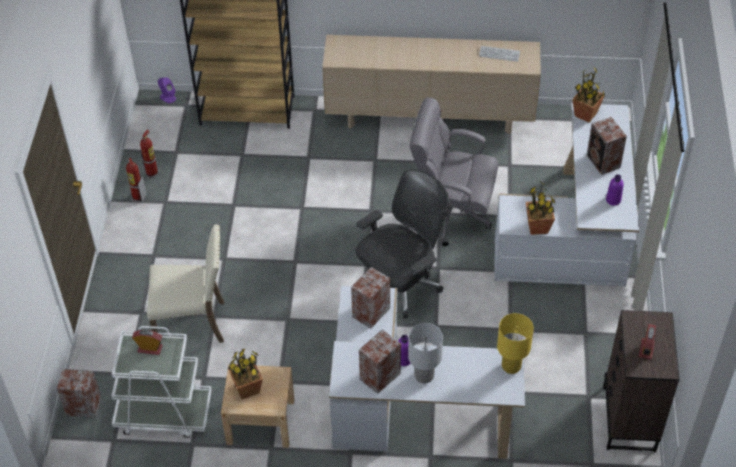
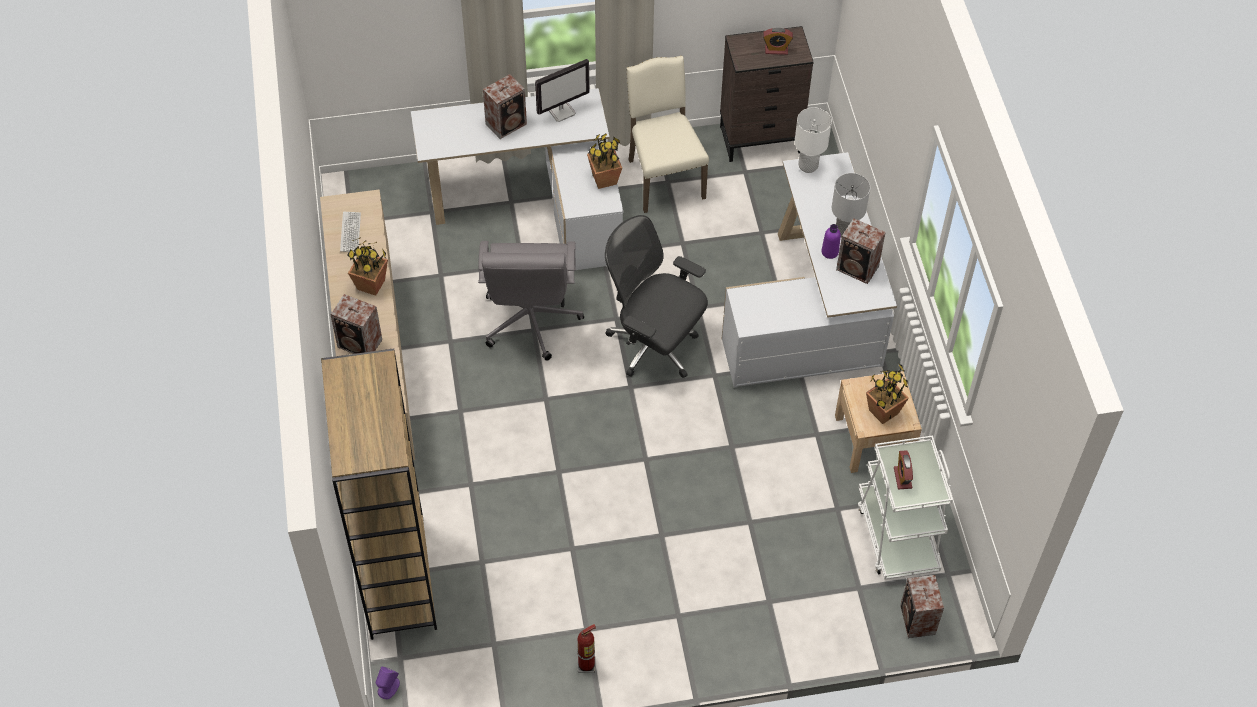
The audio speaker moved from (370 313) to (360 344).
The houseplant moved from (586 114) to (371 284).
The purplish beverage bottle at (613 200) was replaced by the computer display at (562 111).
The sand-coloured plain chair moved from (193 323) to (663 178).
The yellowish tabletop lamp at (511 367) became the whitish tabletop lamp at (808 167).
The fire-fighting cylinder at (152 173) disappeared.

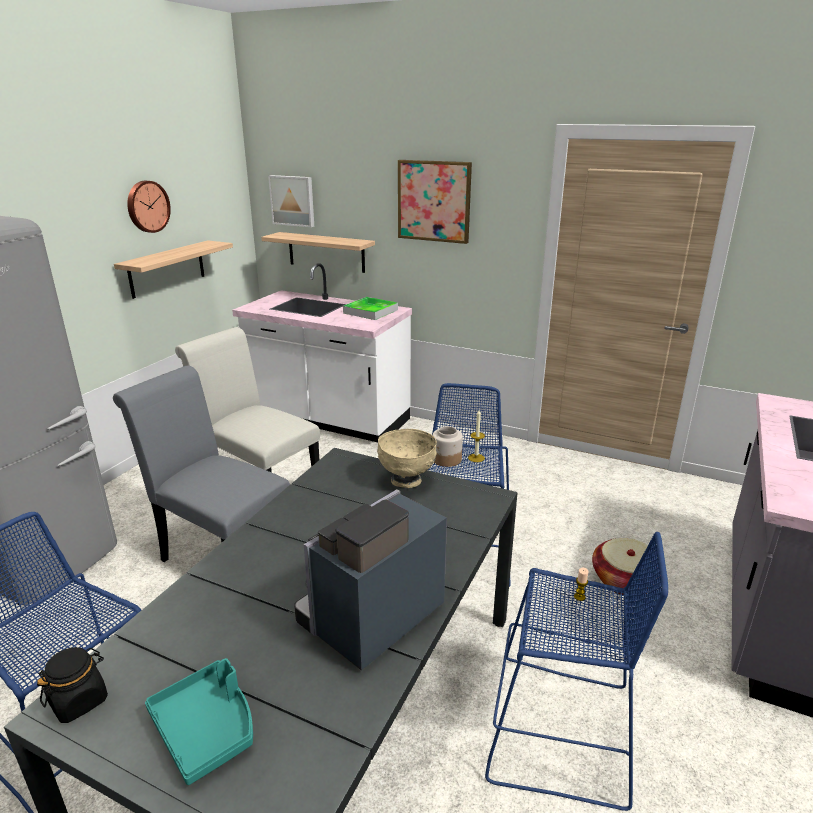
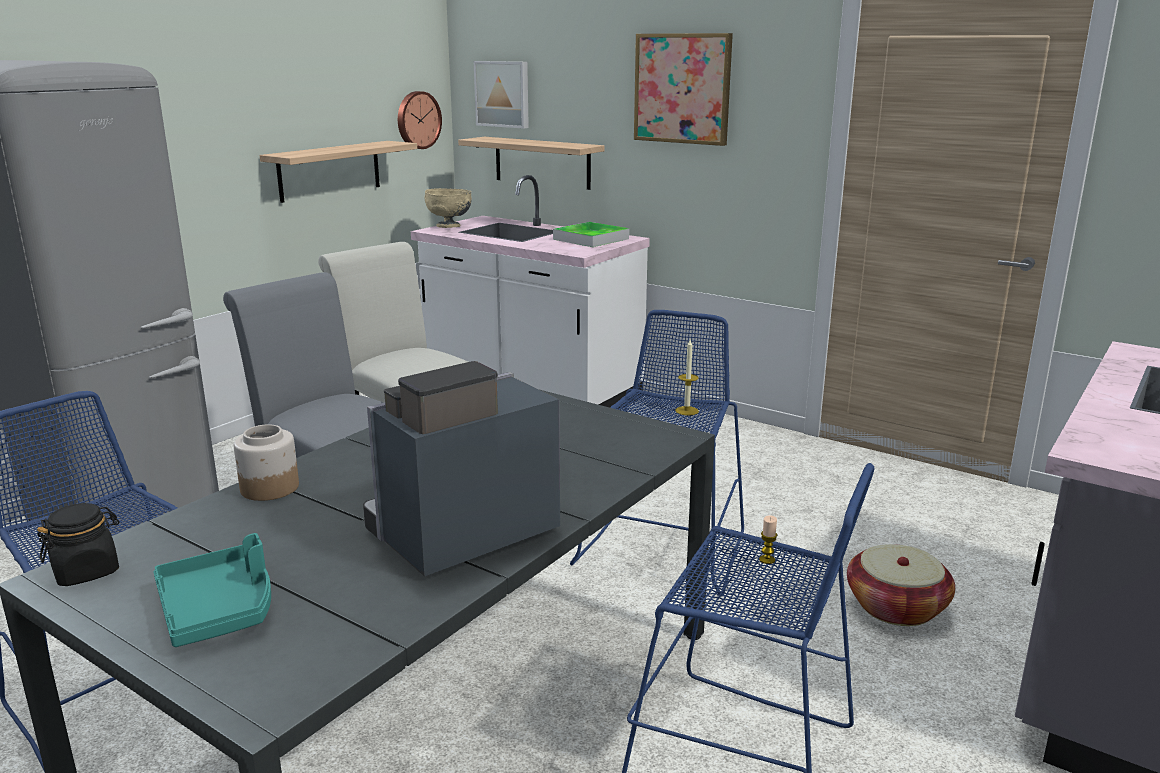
The preserve jar moved from (446 459) to (269 488).
The clock on the wall moved from (147 206) to (417 120).
The sand-coloured serving bowl moved from (407 481) to (449 226).

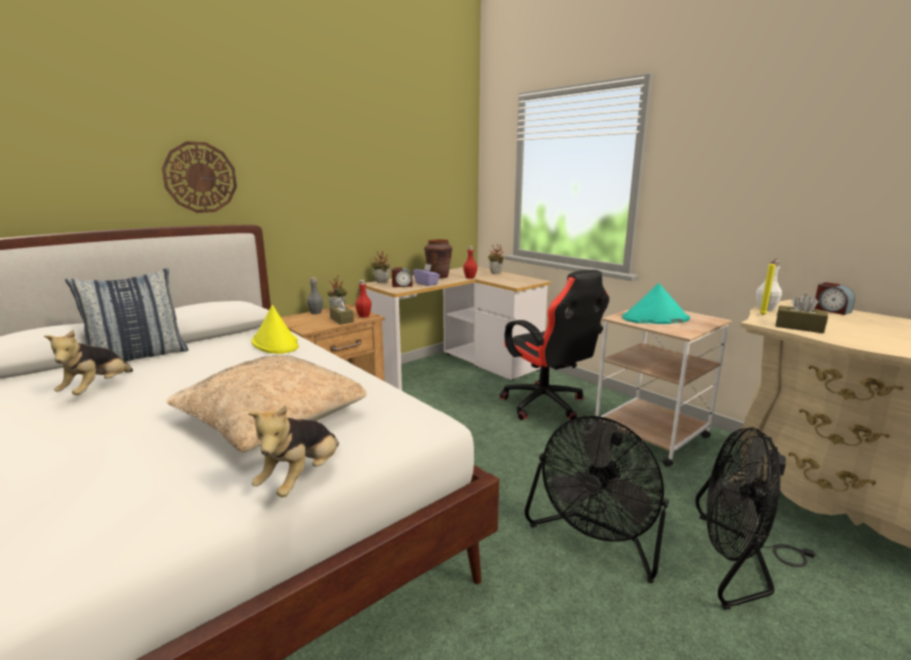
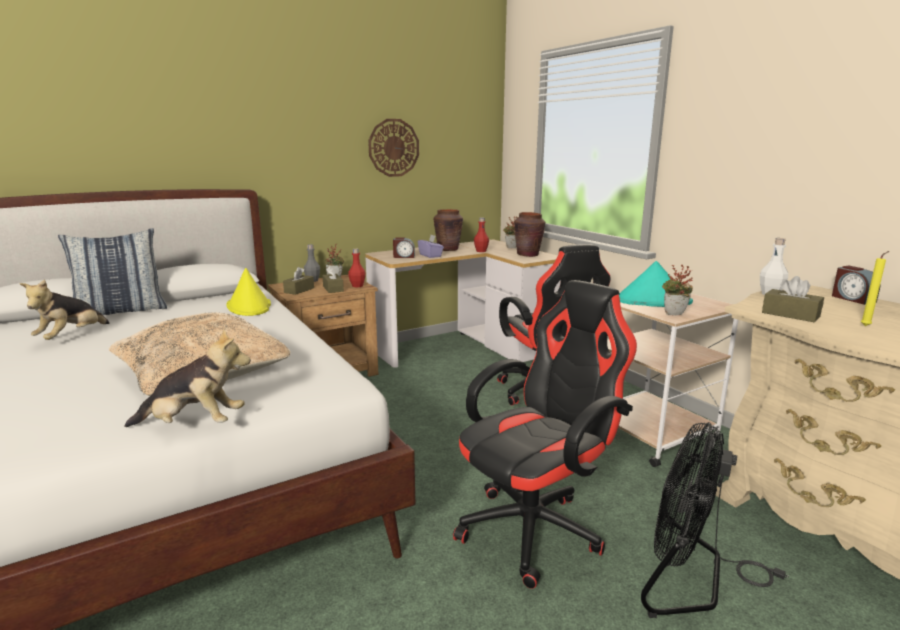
The plush toy at (302 479) turned 120 degrees counterclockwise.
The brownish tissue box at (299 290) appeared.
The clock on the wall moved from (200 177) to (393 148).
The black-coloured cooling fan at (593 535) was replaced by the black-coloured desk chair at (537 527).
The brownish vase at (528 254) appeared.
The houseplant moved from (381 282) to (674 315).
The yellowish wax candle moved from (763 315) to (866 326).

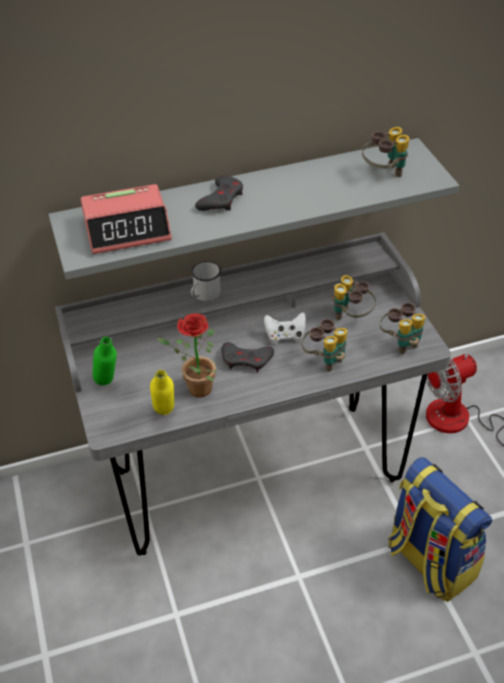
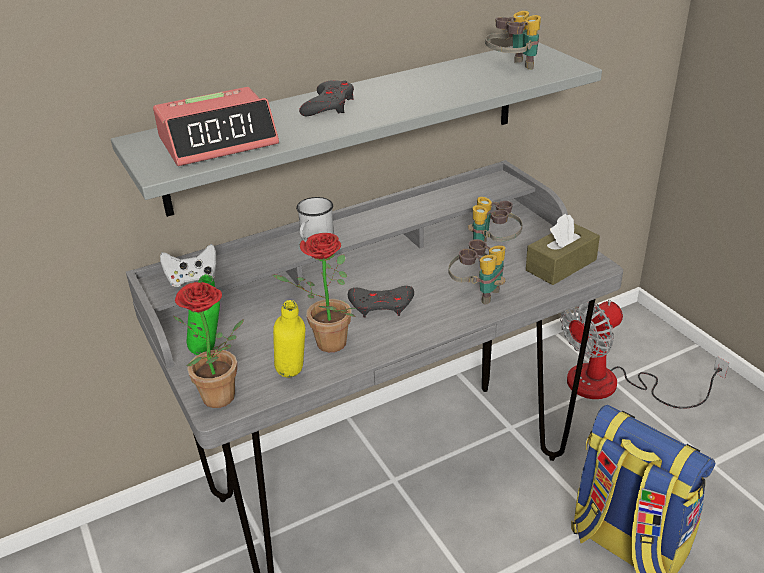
The whitish gamepad moved from (285 336) to (192 279).
The houseplant at (222 401) appeared.
The binoculars at (401 342) was replaced by the brownish tissue box at (561 265).

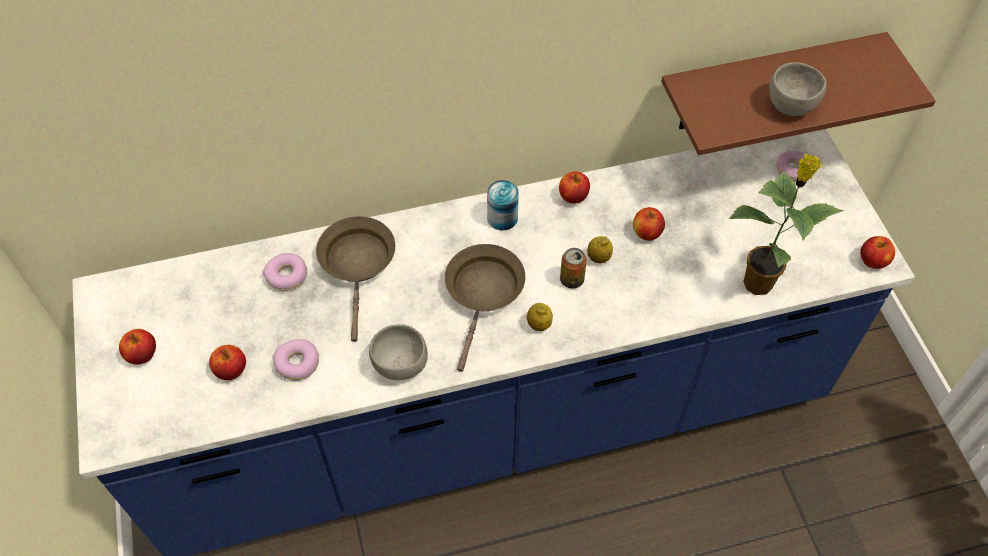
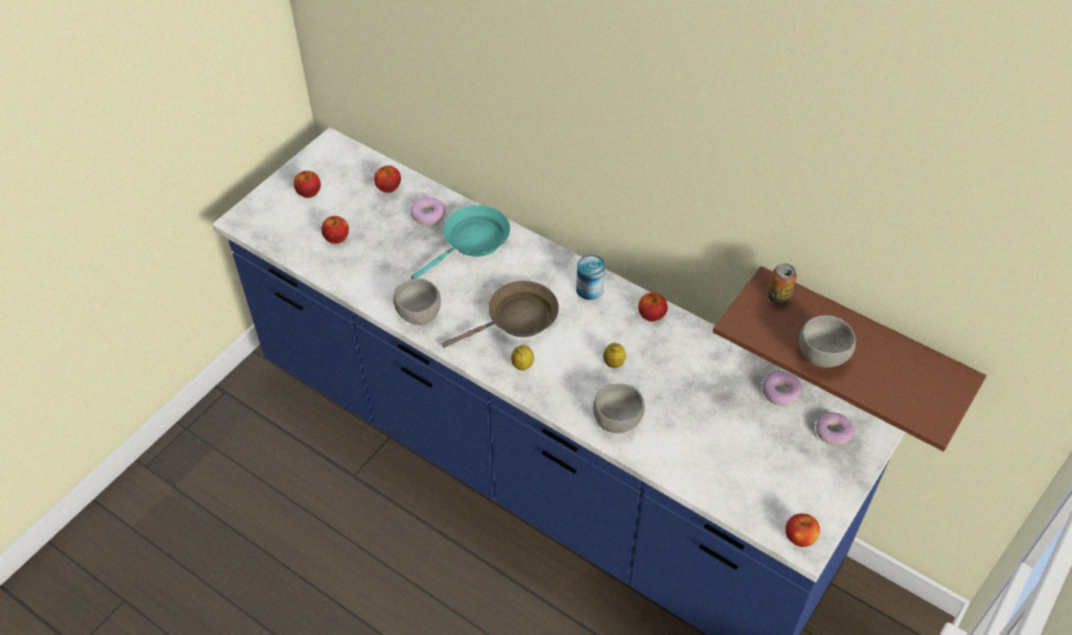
The apple moved from (646 233) to (388 188).
The brownish frying pan at (358 264) became the turquoise frying pan at (472 242).
The gray serving bowl at (616 420) appeared.
The donut moved from (297 364) to (780 393).
The metal can moved from (571 280) to (778 297).
The houseplant at (759 281) disappeared.

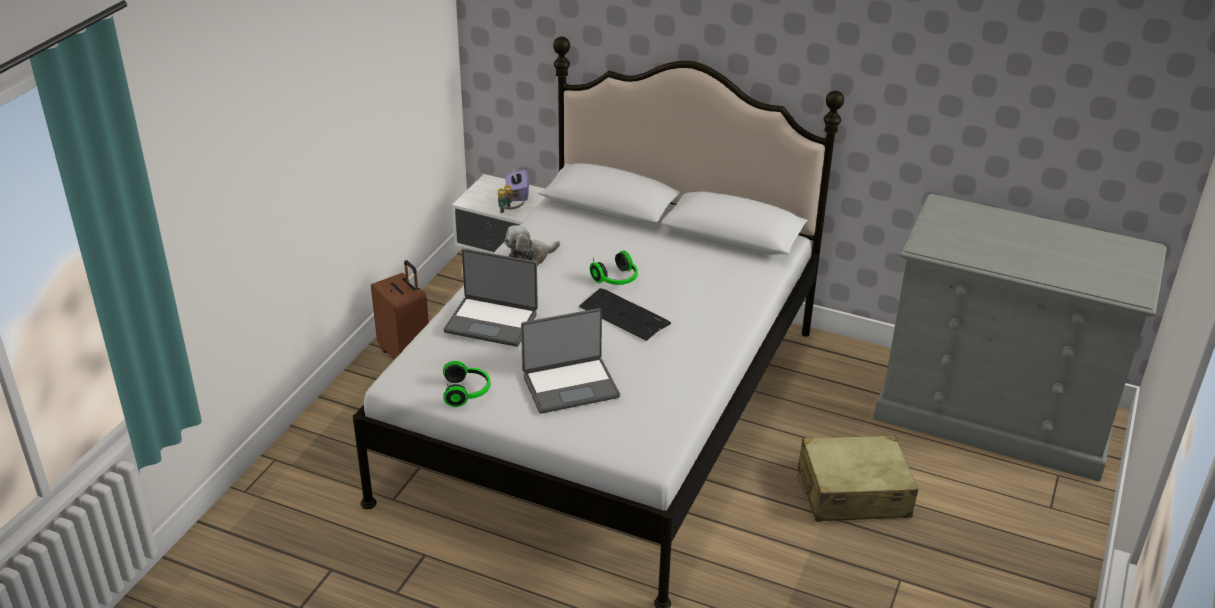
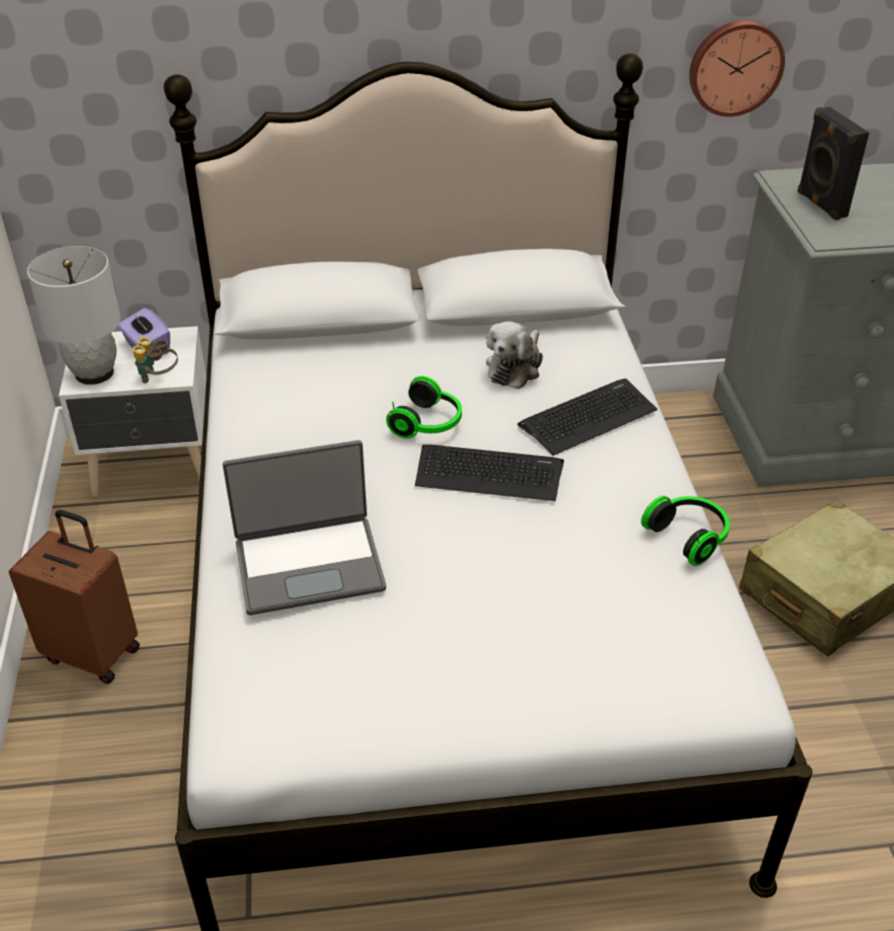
The whitish tabletop lamp at (94 373) appeared.
The plush toy moved from (529 258) to (515 367).
The keyboard at (588 417) appeared.
The headset moved from (467 392) to (689 536).
The clock on the wall at (735 67) appeared.
The black-coloured audio speaker at (820 205) appeared.
The laptop at (570 385) disappeared.

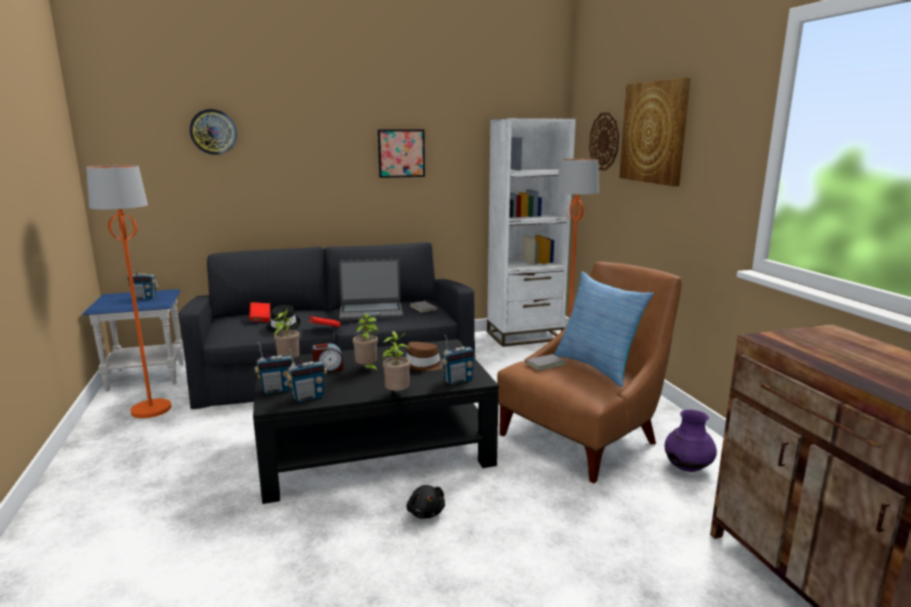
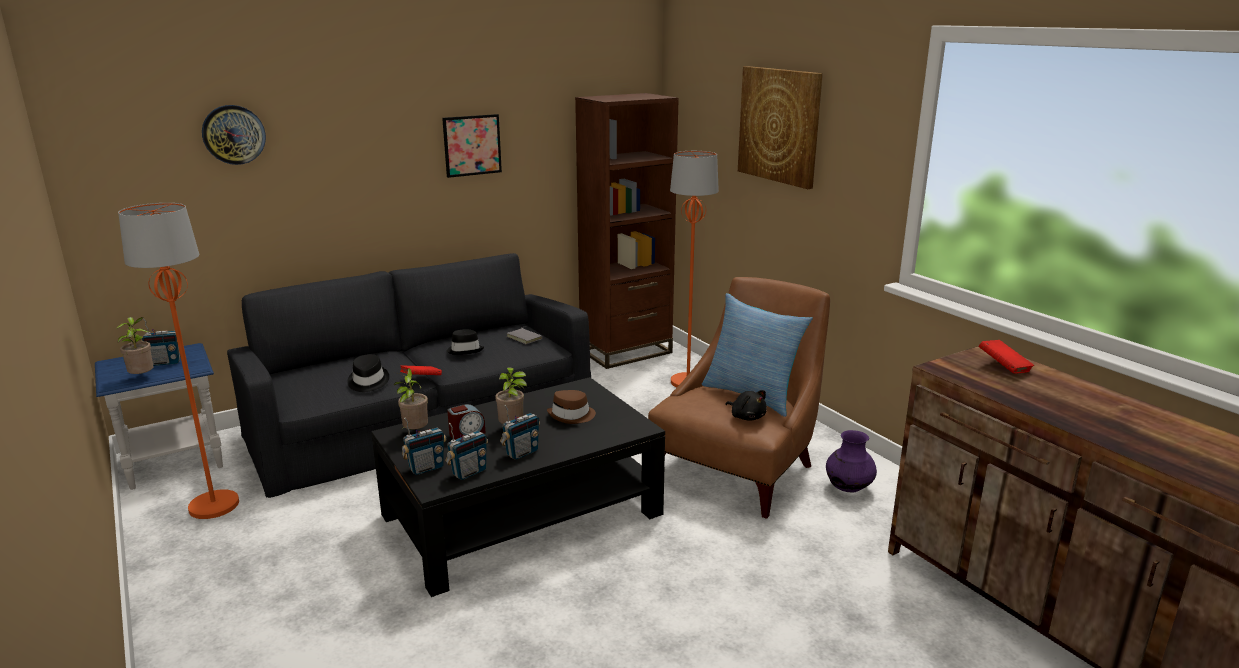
The houseplant moved from (397 394) to (143 377).
The laptop at (371 312) was replaced by the black-coloured clothing hat at (465 350).
The radio receiver moved from (458 380) to (522 453).
The whitish bookcase at (524 336) became the brownish bookcase at (626 352).
The black-coloured plush toy moved from (425 512) to (747 417).
The reddish bound book moved from (260 319) to (1003 368).
The gray bound book at (544 364) disappeared.
The clock on the wall at (604 141) disappeared.

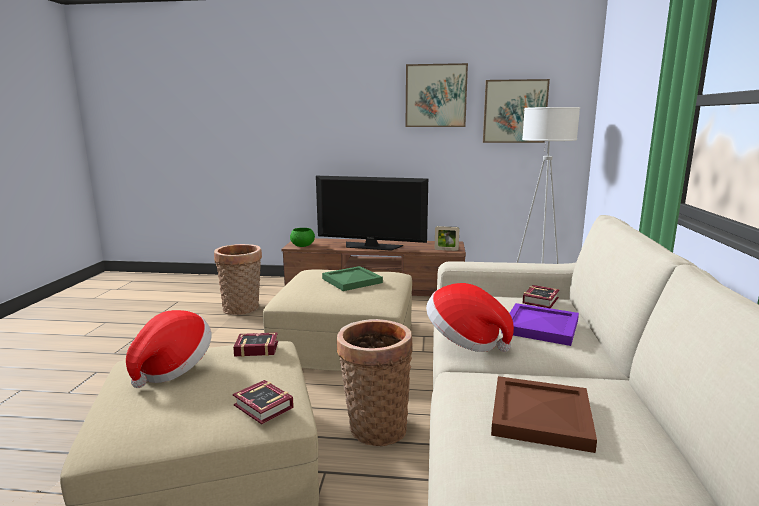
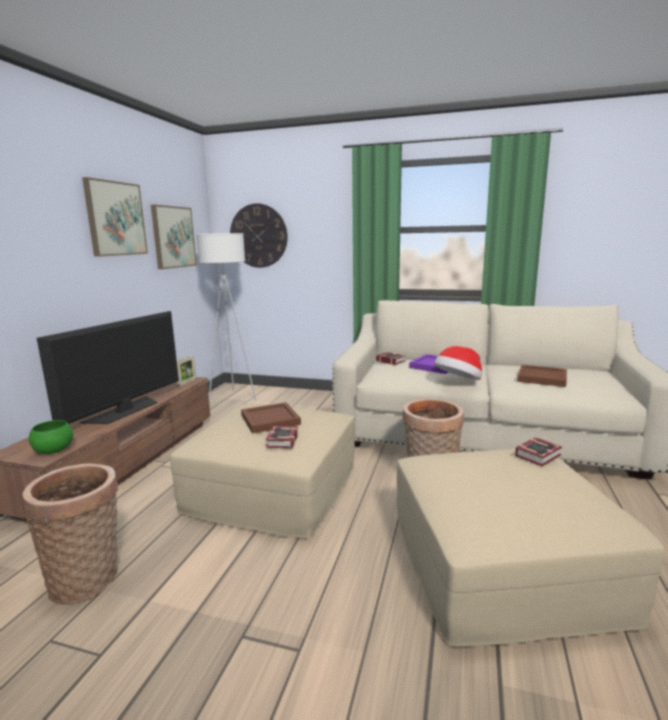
The clock on the wall at (258 236) appeared.
The green carrying tray at (353 281) became the brownish carrying tray at (271 419).
The bound book moved from (255 348) to (281 441).
The clothing hat at (173 368) disappeared.

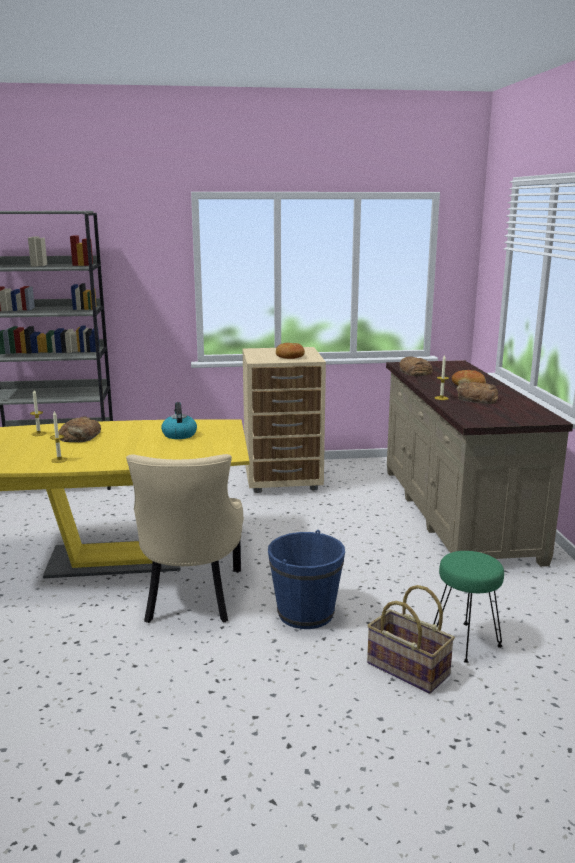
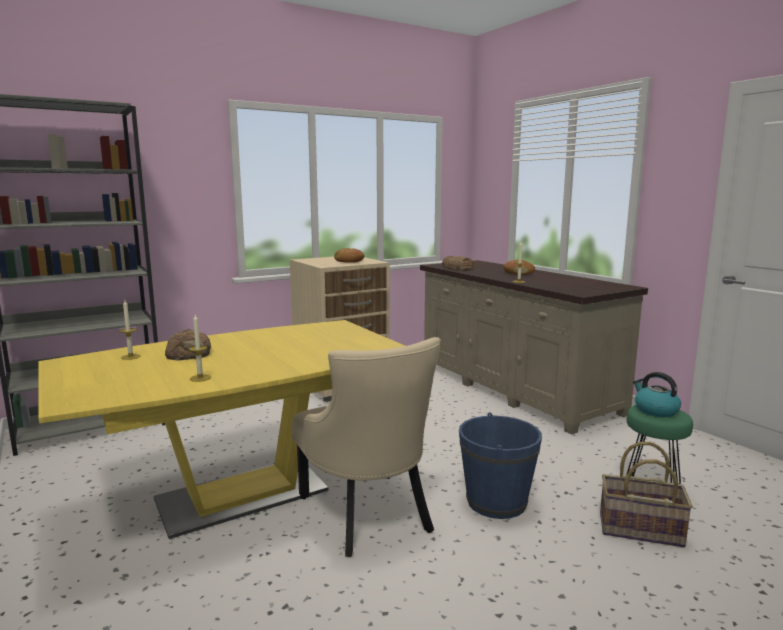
The water kettle moved from (179 434) to (655 410).
The bakery bread at (477 398) disappeared.

